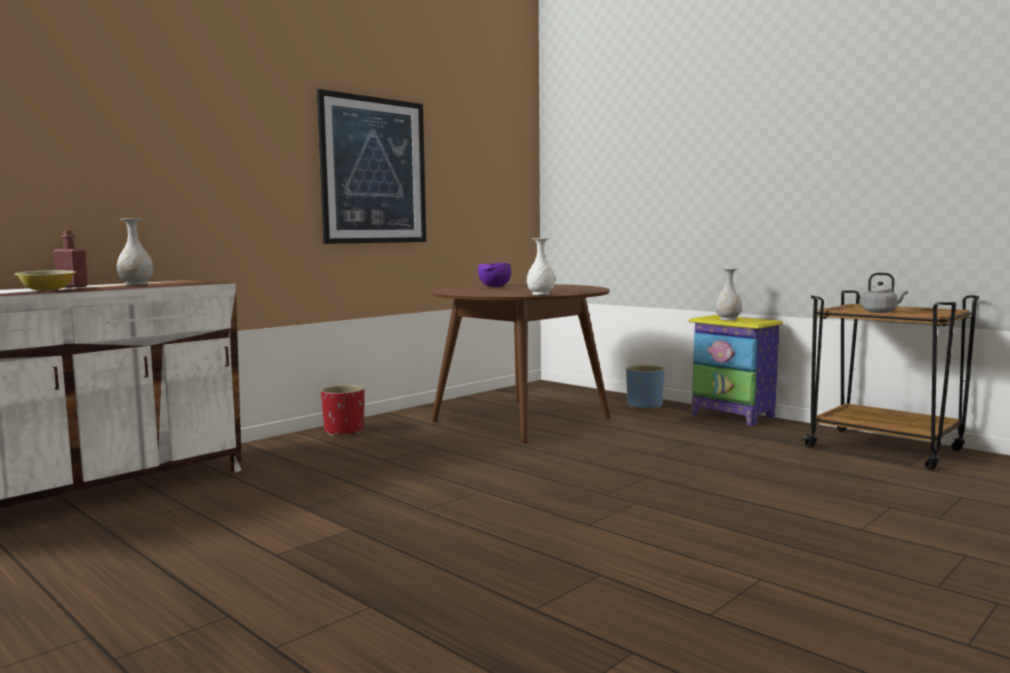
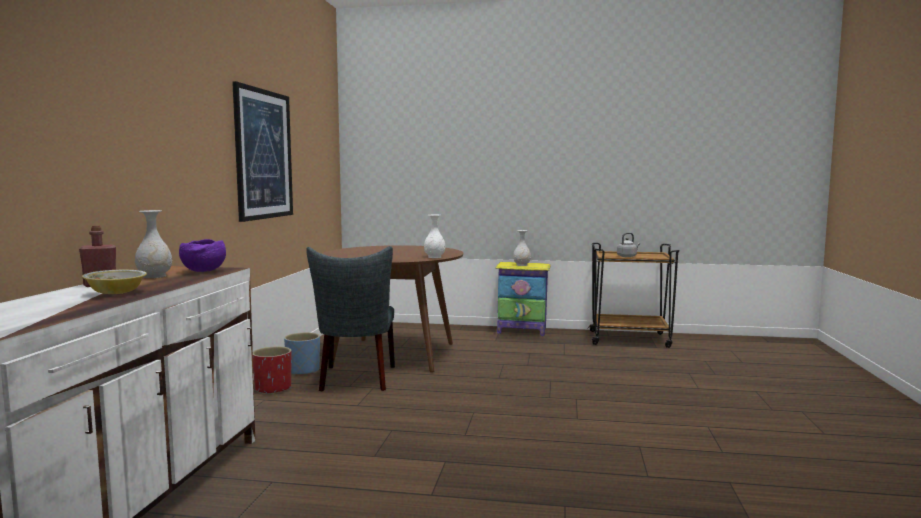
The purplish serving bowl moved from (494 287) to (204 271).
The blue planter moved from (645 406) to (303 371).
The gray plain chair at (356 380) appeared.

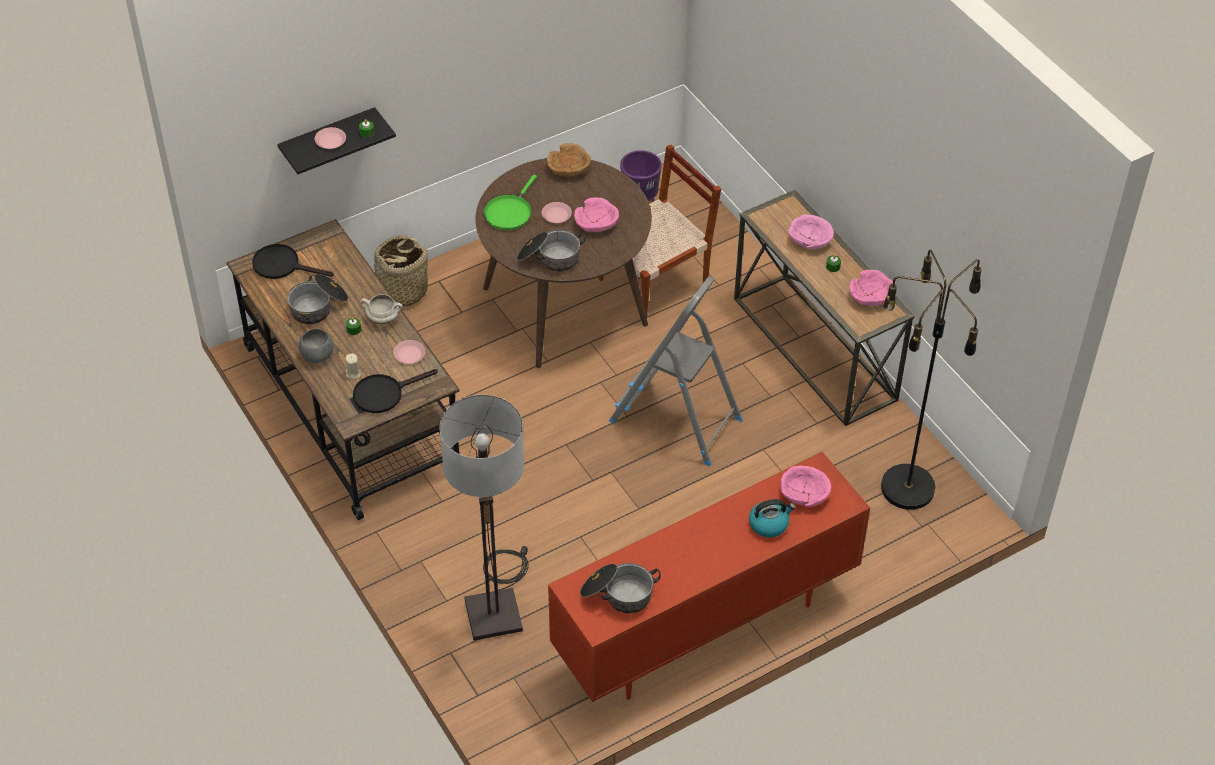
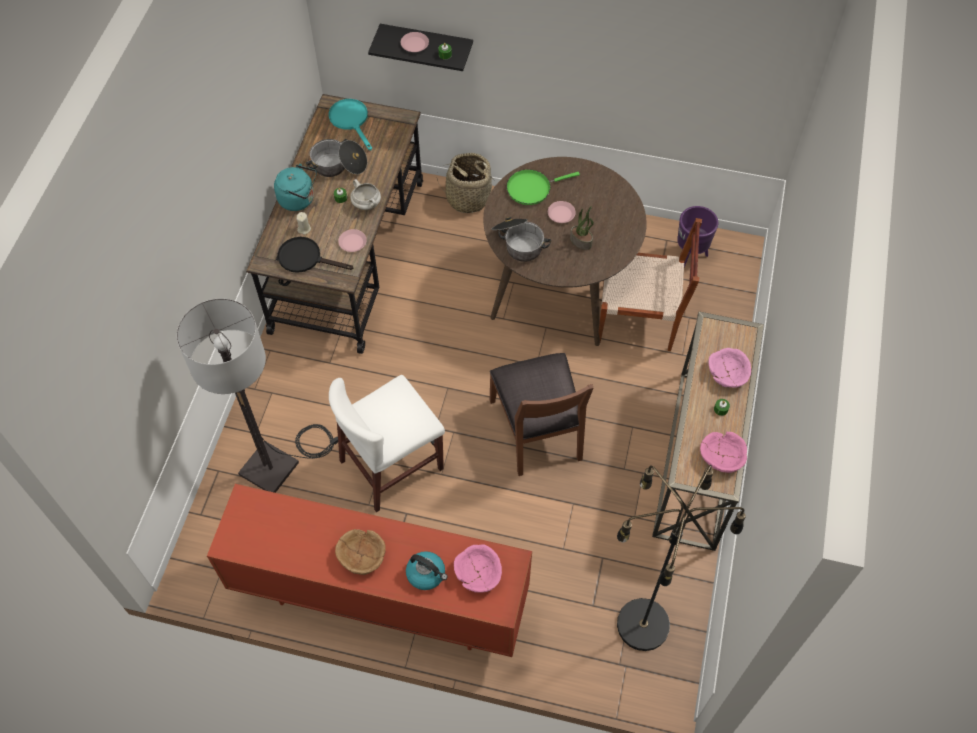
The gray serving bowl at (318 355) was replaced by the turquoise water kettle at (299 199).
The black-coloured frying pan at (283 265) became the turquoise frying pan at (351 120).
The whitish plain chair at (391 465) appeared.
The brownish serving bowl moved from (569 169) to (362 556).
The gray step stool at (674 419) was replaced by the brownish plain chair at (537 429).
The pinkish serving bowl at (596 223) was replaced by the houseplant at (581 241).
The saucepot at (618 594) disappeared.

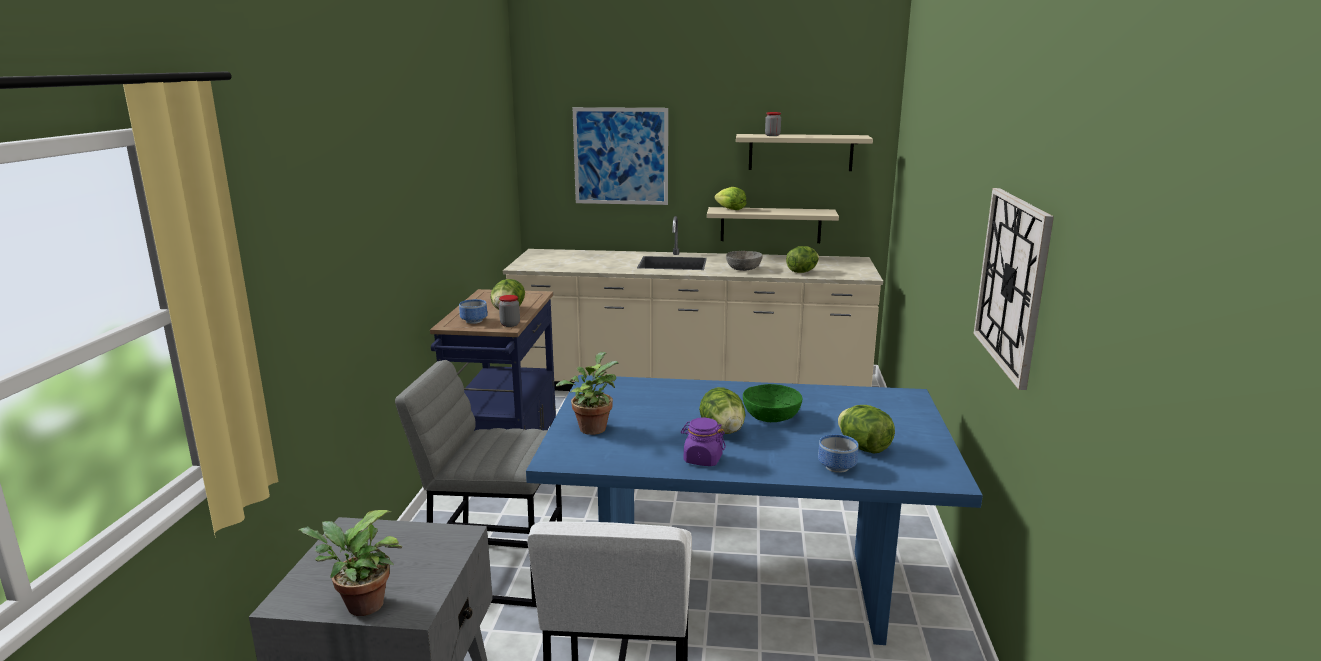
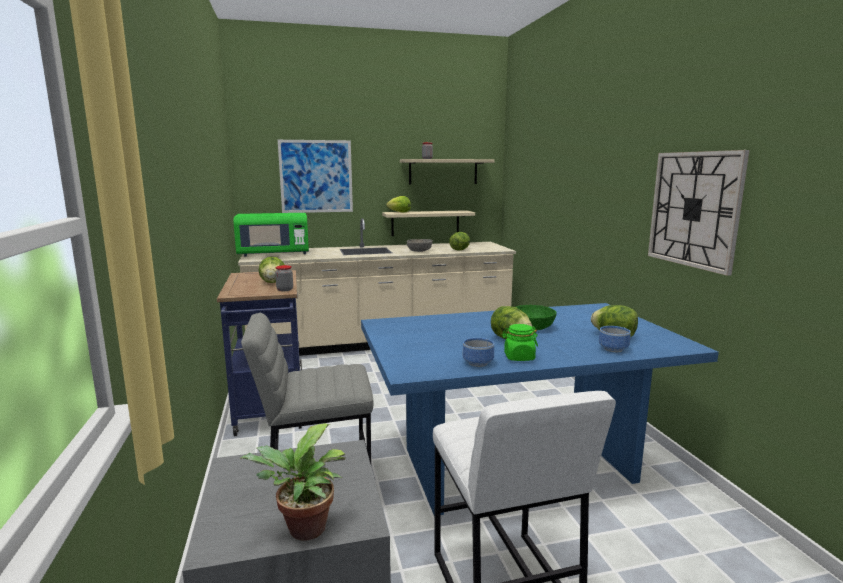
The green microwave oven at (274 254) appeared.
The serving bowl moved from (475 321) to (479 363).
The purplish preserve jar at (702 459) became the green preserve jar at (519 357).
The houseplant at (592 427) disappeared.

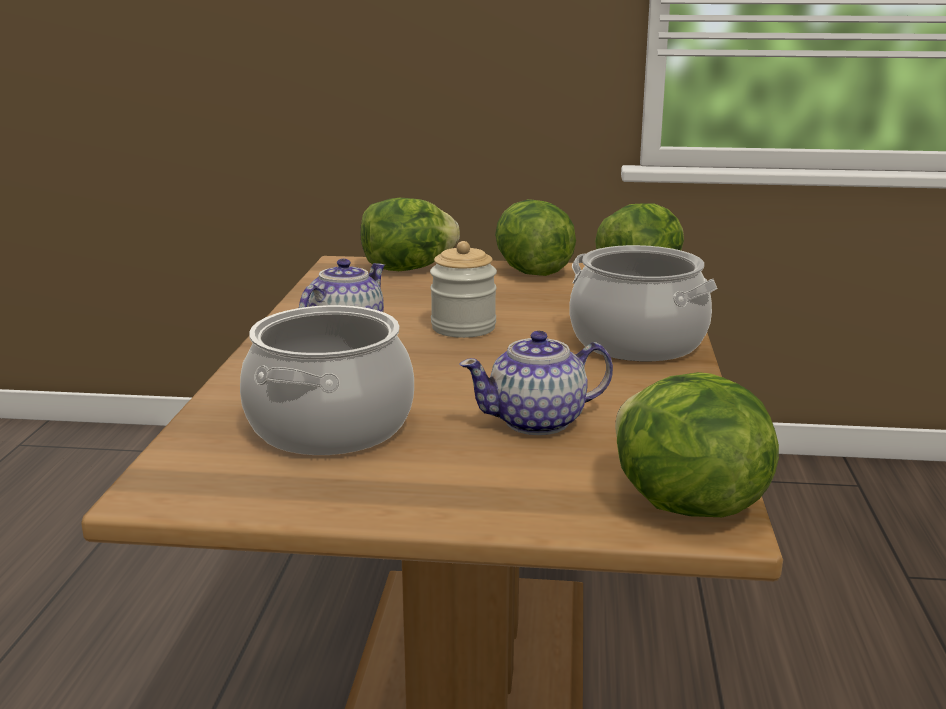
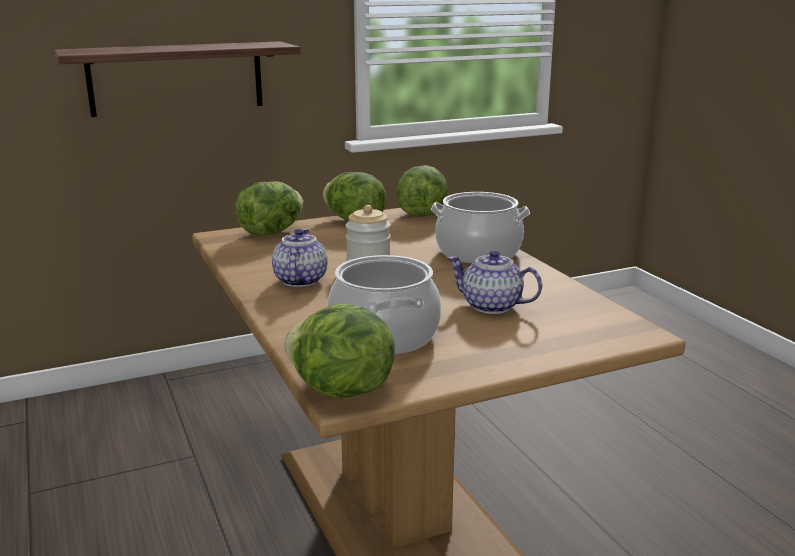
The wall shelf at (176 78) appeared.
The head of lettuce moved from (684 505) to (340 391).
The pot for tea at (538 421) turned 75 degrees clockwise.

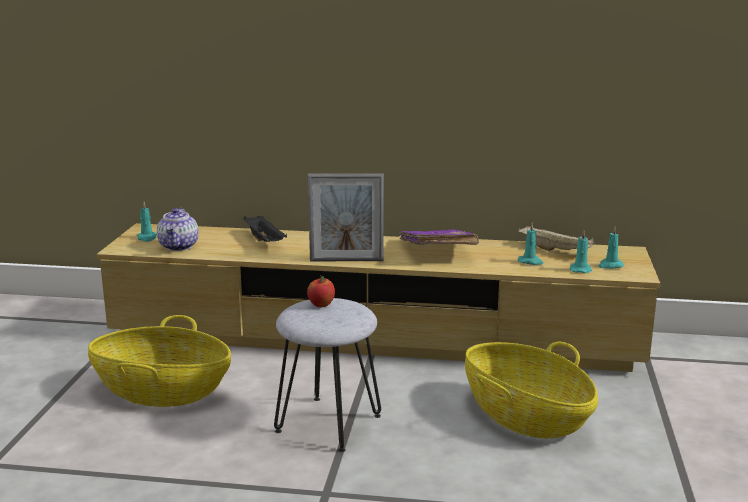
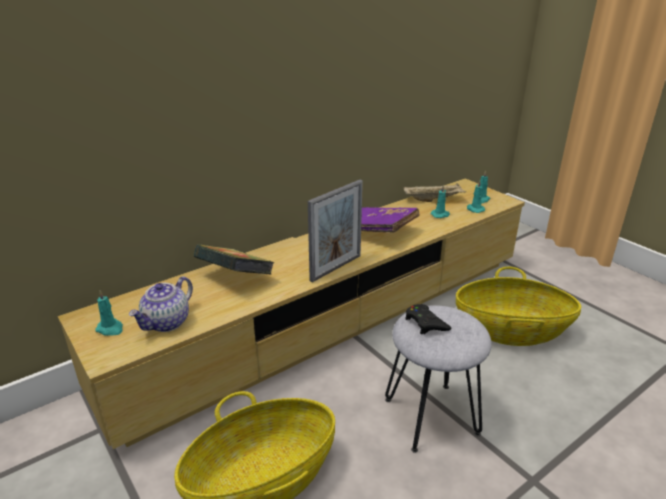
The pot for tea at (179 246) turned 75 degrees clockwise.
The black-coloured carrying tray at (265 241) was replaced by the bound book at (235 278).
The apple at (321 305) was replaced by the black-coloured gamepad at (425 323).

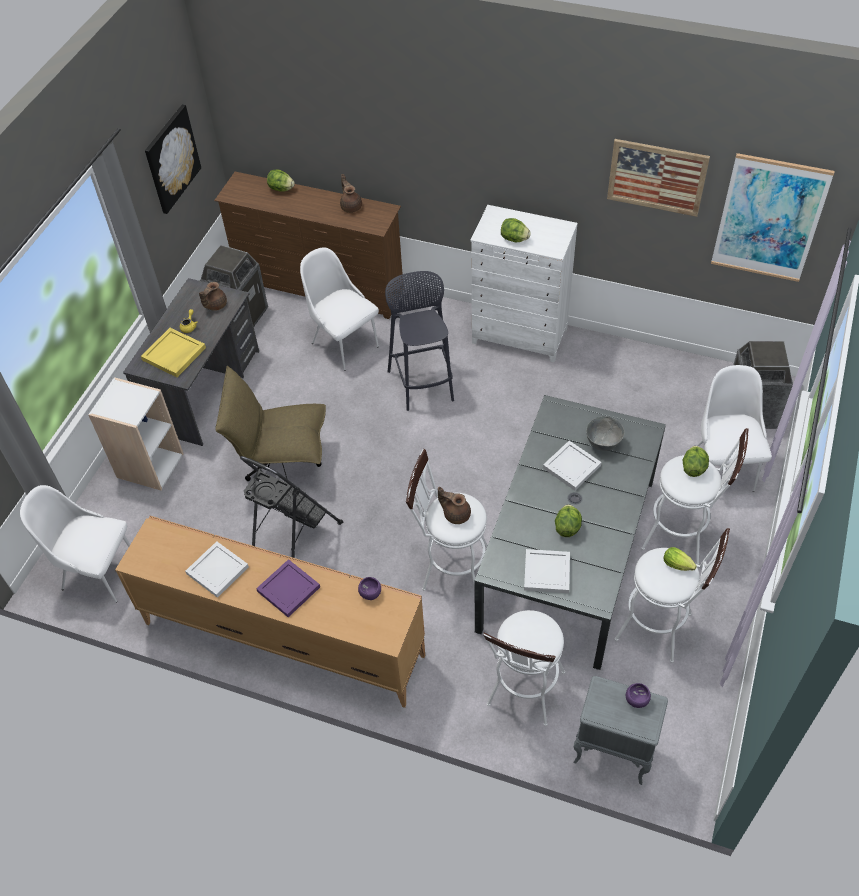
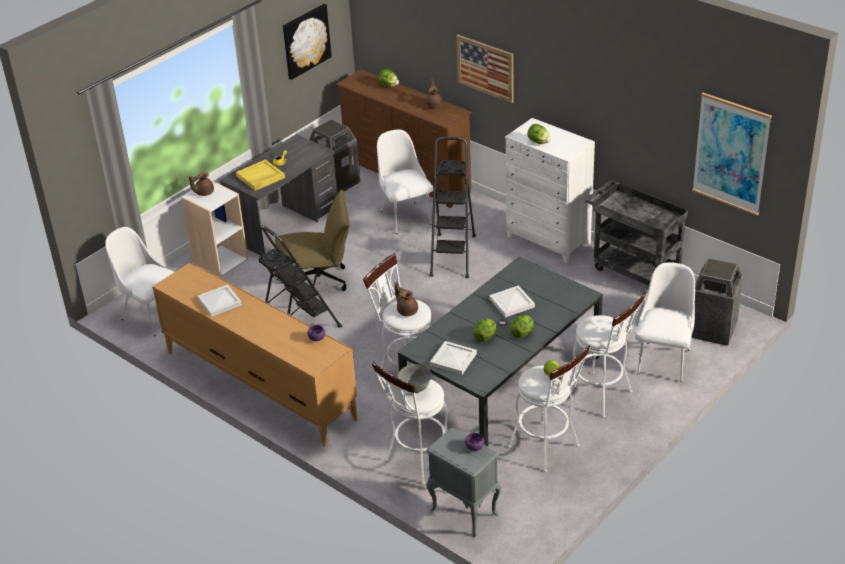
The brownish pot for tea moved from (215 305) to (203 192).
The sand-coloured desk chair at (283 464) turned 150 degrees clockwise.
The gray serving bowl moved from (602 443) to (414 389).
The gray sitting stool at (423 383) was replaced by the step stool at (453 254).
The wall picture moved from (657 177) to (485 68).
The head of lettuce moved from (693 467) to (522 333).
The black-coloured cart at (632 274) appeared.
The purplish carrying tray at (289 589) disappeared.

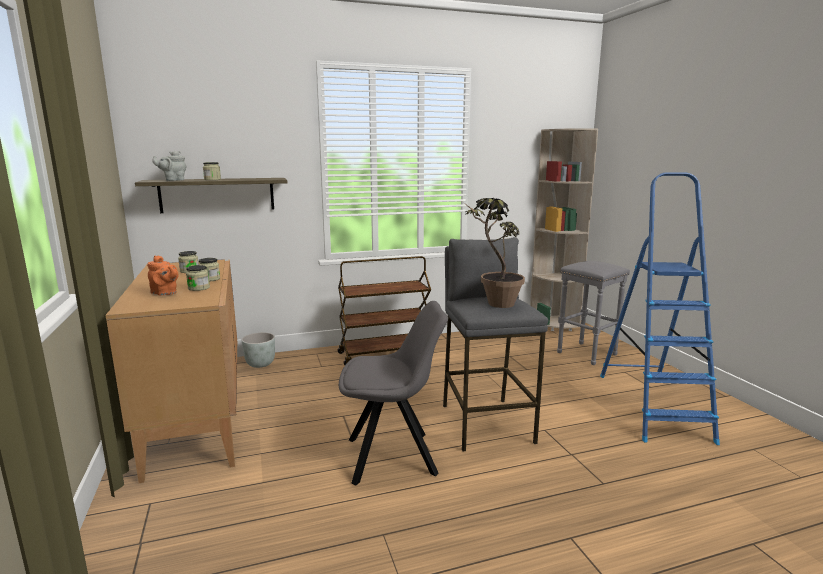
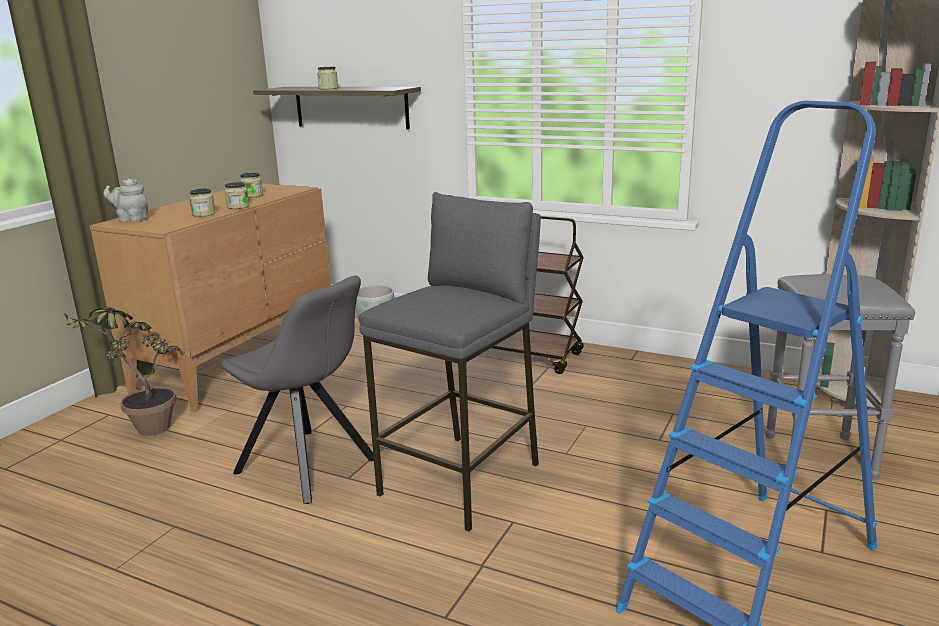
The houseplant moved from (494 306) to (142 428).
The gray pot for tea moved from (173 180) to (131 219).
The orange-coloured pot for tea at (165 293) disappeared.

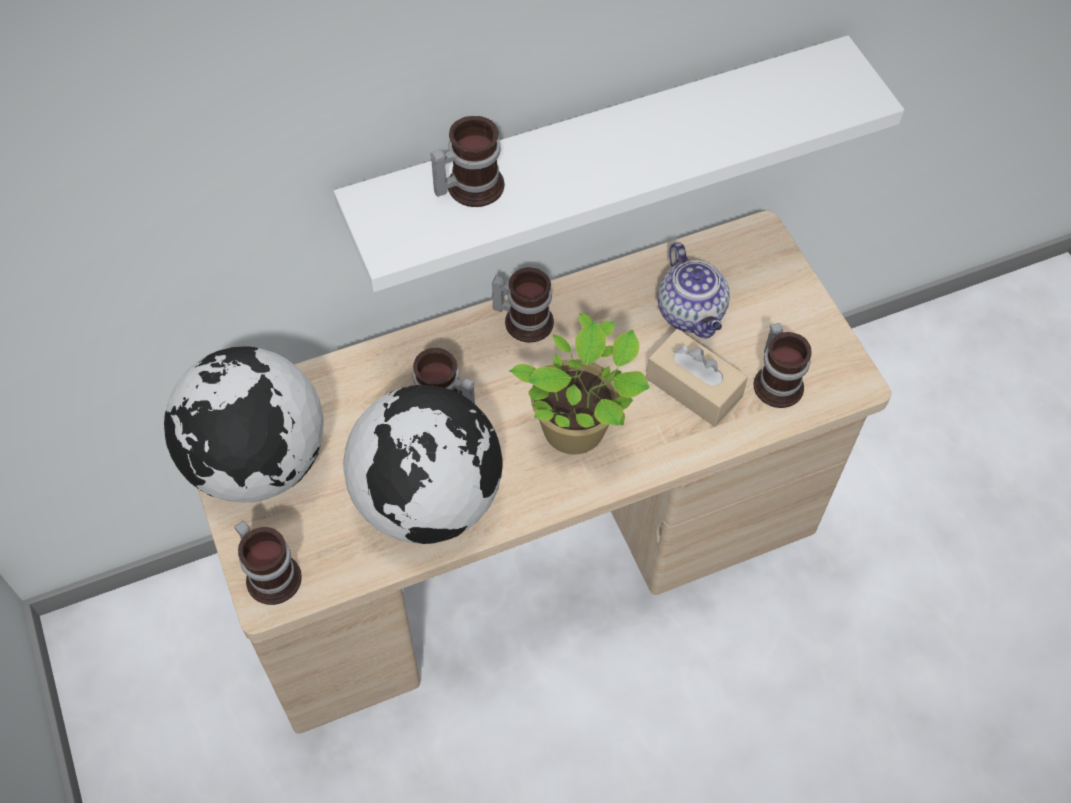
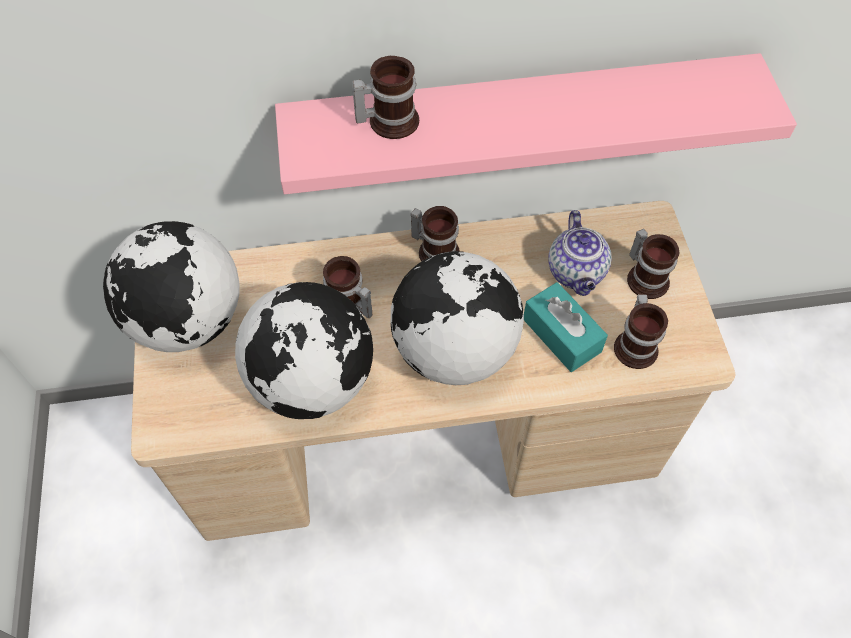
The whitish wall shelf at (599 151) became the pinkish wall shelf at (518 116).
The houseplant at (578 431) was replaced by the globe at (454 351).
The sand-coloured tissue box at (693 387) became the turquoise tissue box at (561 335).
The tea mug moved from (272 573) to (647 277).

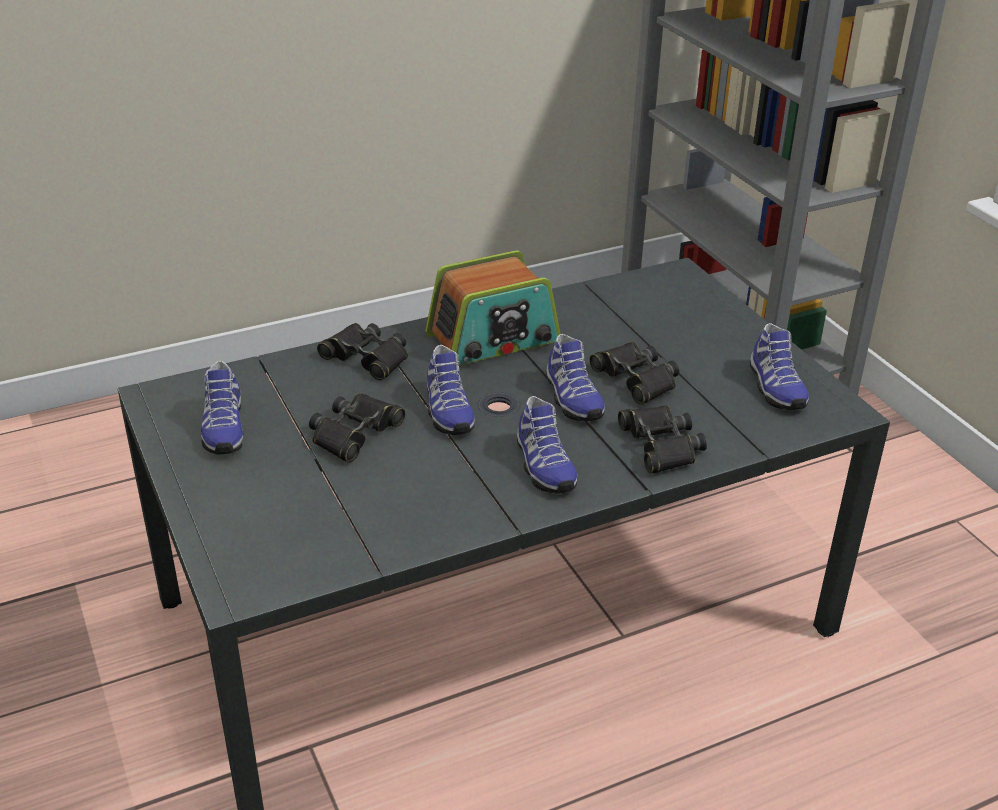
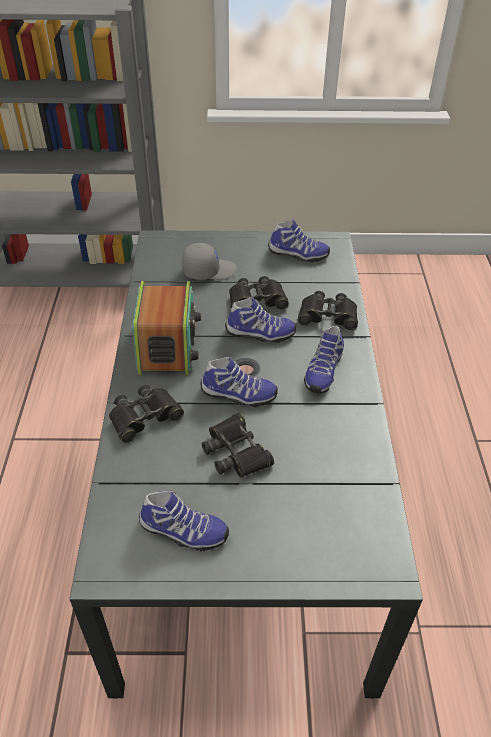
The gray cap at (209 270) appeared.
The shoe at (542 466) turned 105 degrees clockwise.

